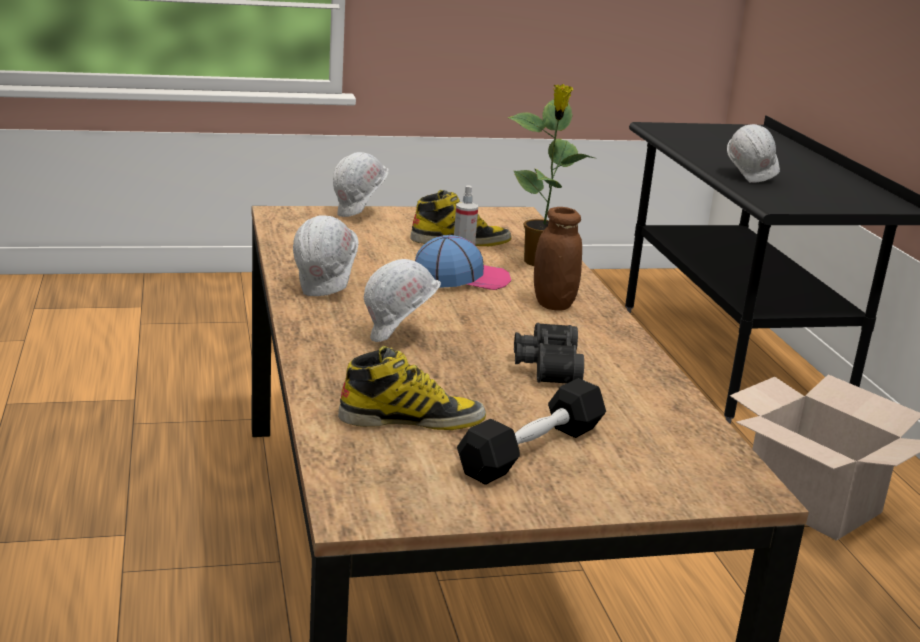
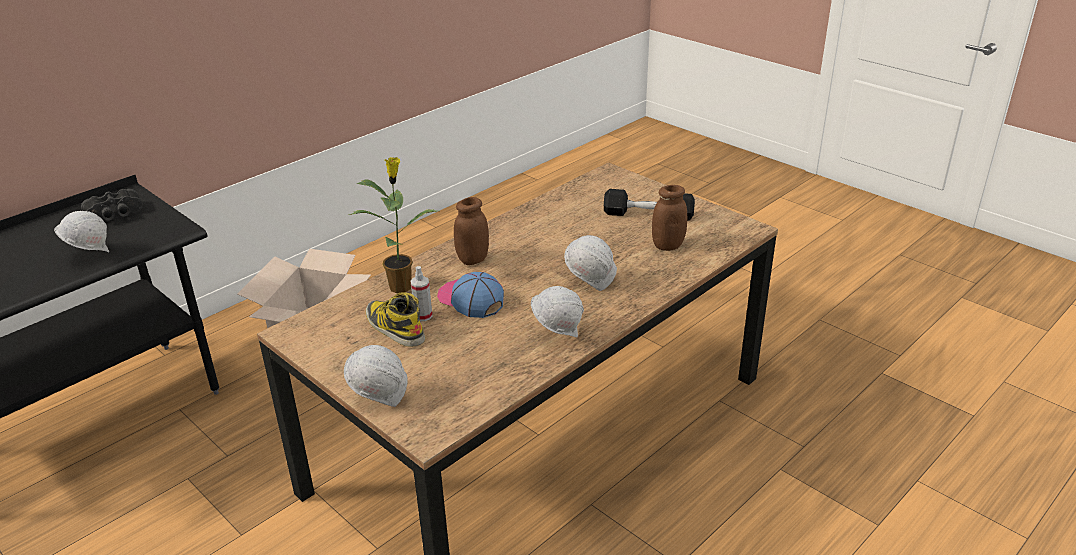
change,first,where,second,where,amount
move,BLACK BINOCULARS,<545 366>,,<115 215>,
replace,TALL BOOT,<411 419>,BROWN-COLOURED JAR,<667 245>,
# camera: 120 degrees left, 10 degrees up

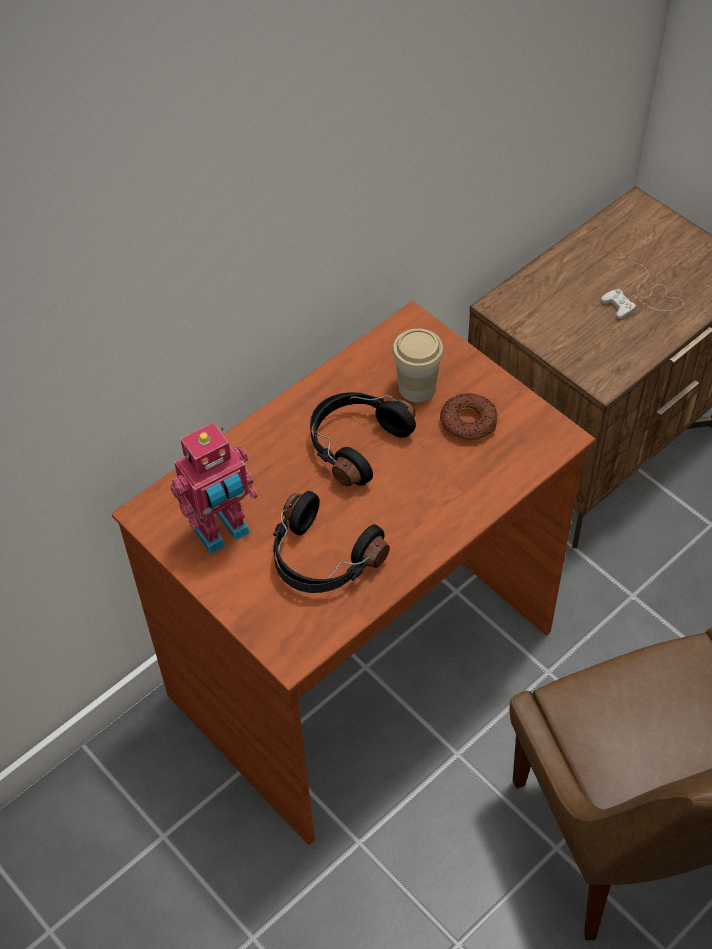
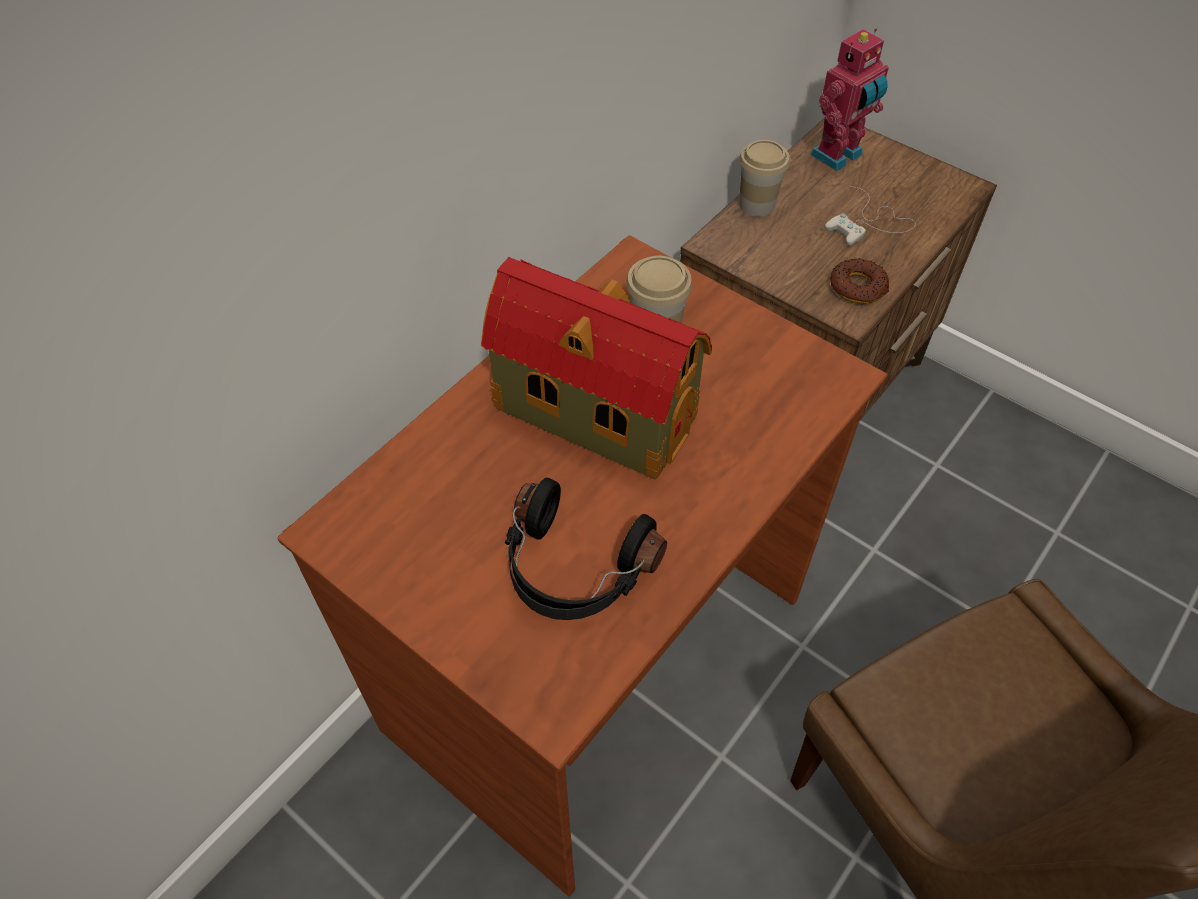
change,first,where,second,where,amount
replace,BLACK HEADPHONES,<355 443>,TOY HOUSE,<591 410>,
move,DOUGHNUT,<468 422>,,<858 287>,
move,MODEL ROBOT,<222 532>,,<839 156>,
insert,,,SMALL CUP,<757 204>,
# camera: 10 degrees left, 0 degrees up

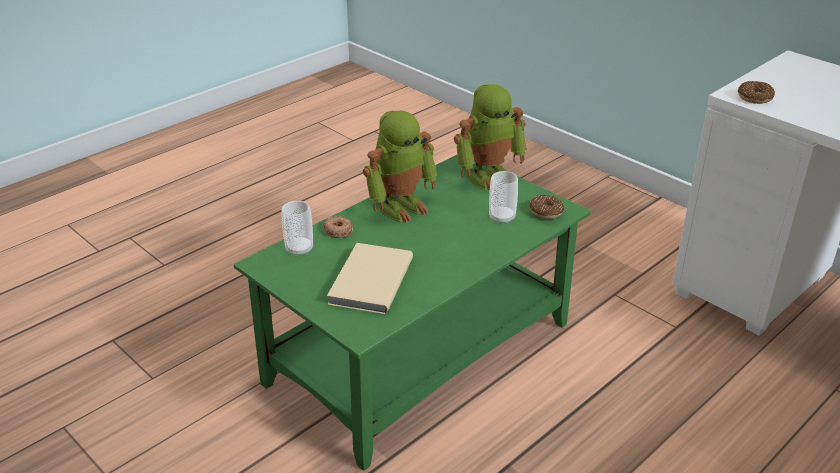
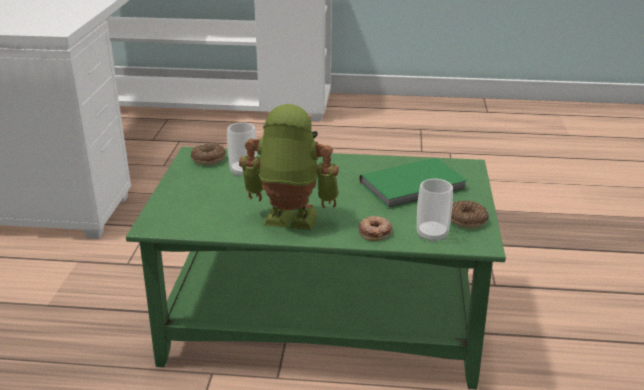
change,first,where,second,where,amount
move,DOUGHNUT,<754 98>,,<467 220>,
delete,MODEL ROBOT,<489 176>,,,
recolor,BEIGE-COLOURED BOOK,<368 281>,GREEN BOOK,<415 187>,
# camera: 130 degrees left, 5 degrees down

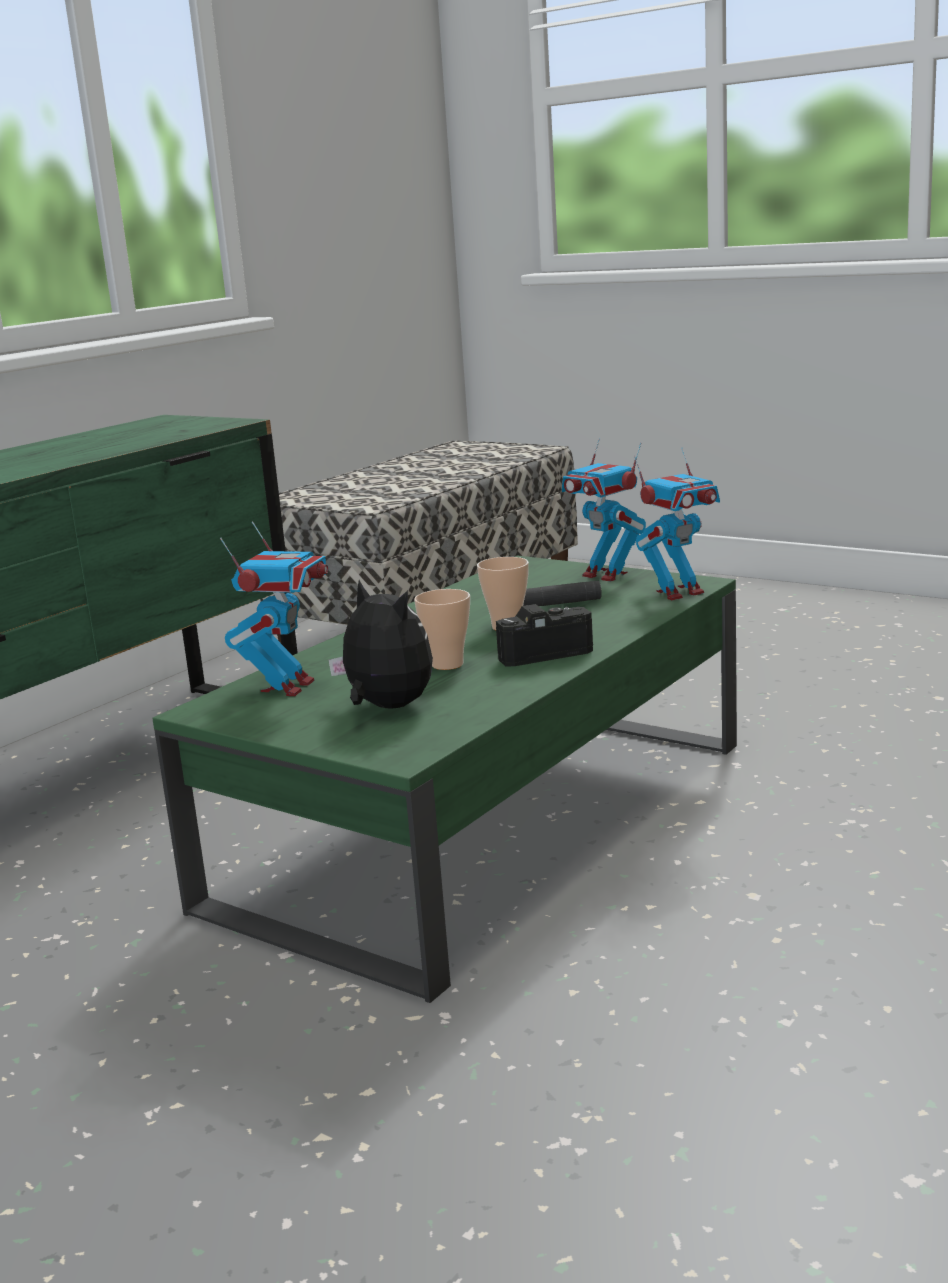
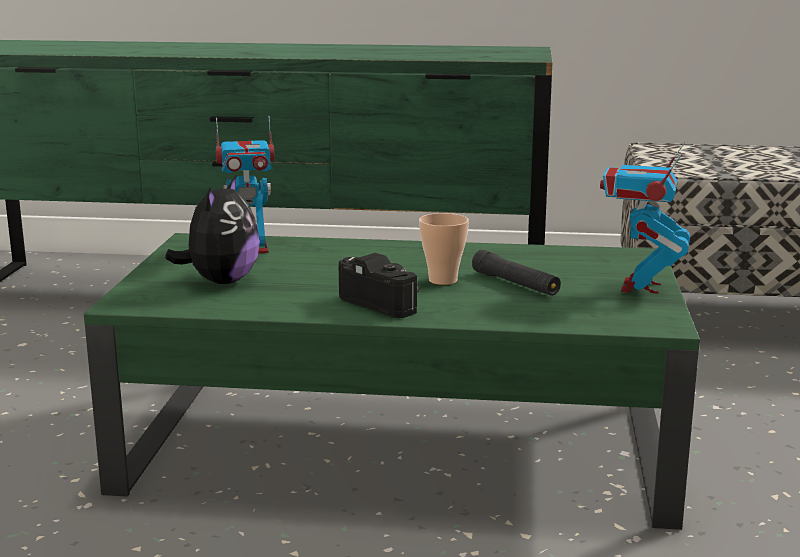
change,first,where,second,where,amount
delete,MODEL ROBOT,<678 593>,,,
delete,SMALL CUP,<447 664>,,,
# camera: 60 degrees right, 0 degrees up

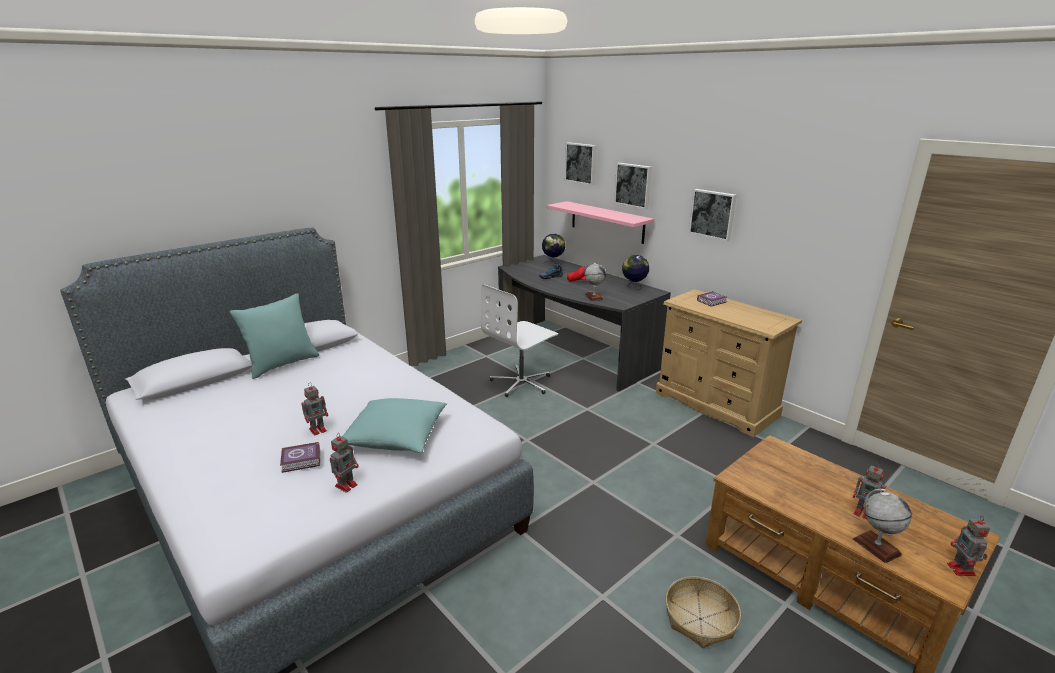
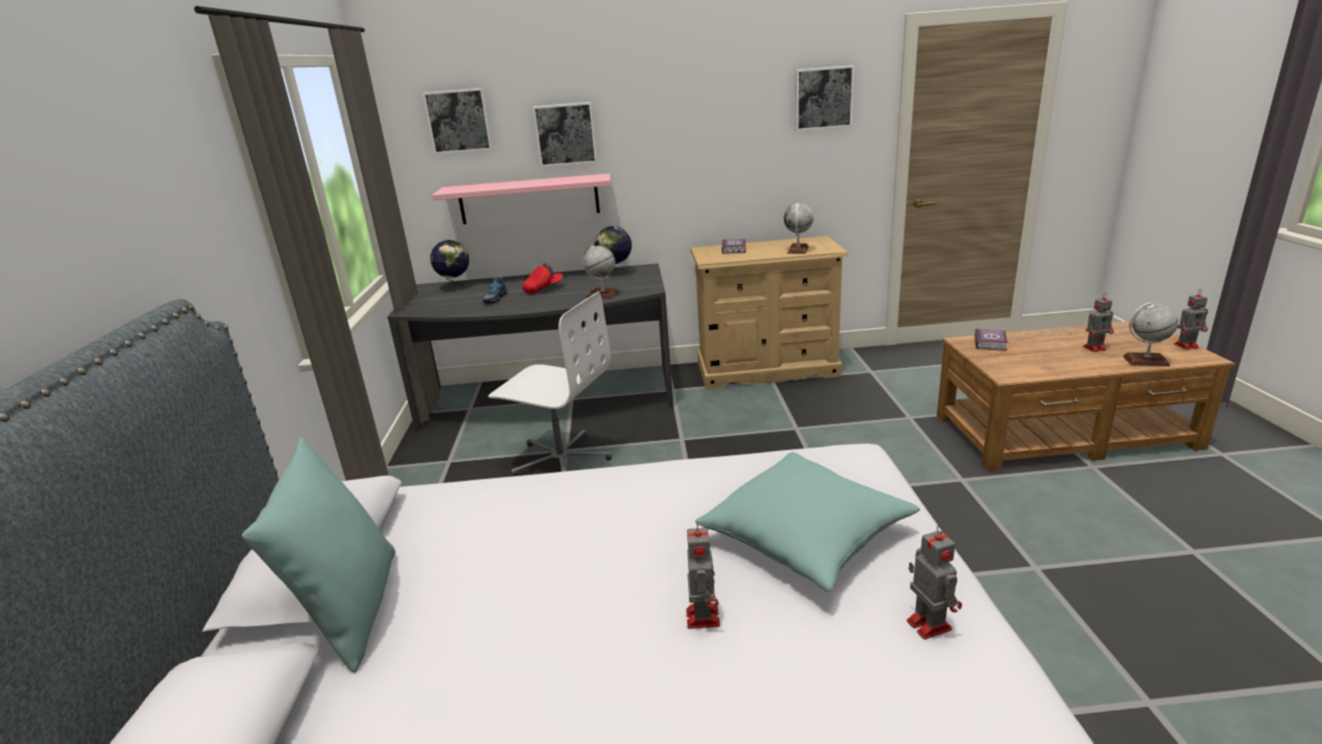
change,first,where,second,where,amount
move,WALL PICTURE,<713 214>,,<823 98>,
rotate,WHITE OFFICE CHAIR,<521 383>,,<561 459>,60 degrees counterclockwise
move,BOOK,<302 461>,,<990 343>,
rotate,MODEL ROBOT,<962 570>,,<1187 346>,45 degrees counterclockwise
delete,HOUSEHOLD BASKET,<700 619>,,,
insert,,,WORLD GLOBE,<798 250>,
# camera: 50 degrees left, 0 degrees up

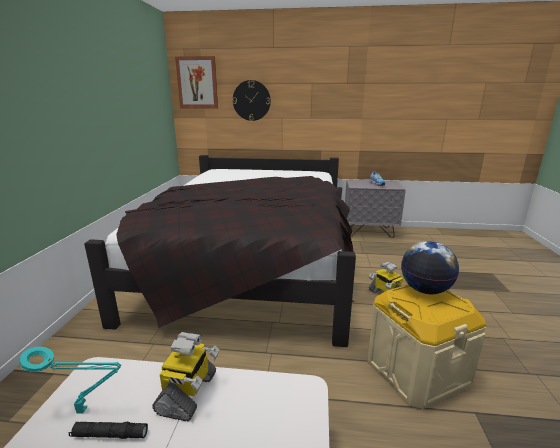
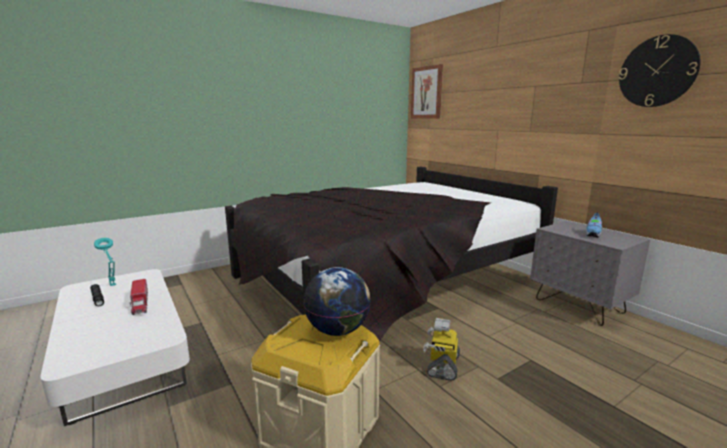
change,first,where,second,where,amount
move,WALL CLOCK,<251 100>,,<657 71>,
replace,MODEL ROBOT,<188 393>,TOY LORRY,<140 303>,
# camera: 50 degrees right, 5 degrees down

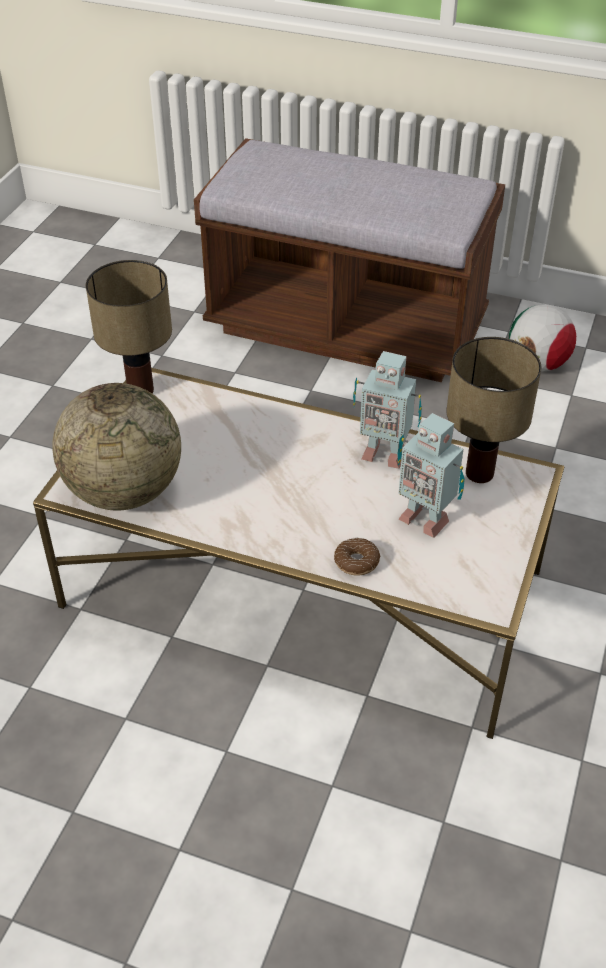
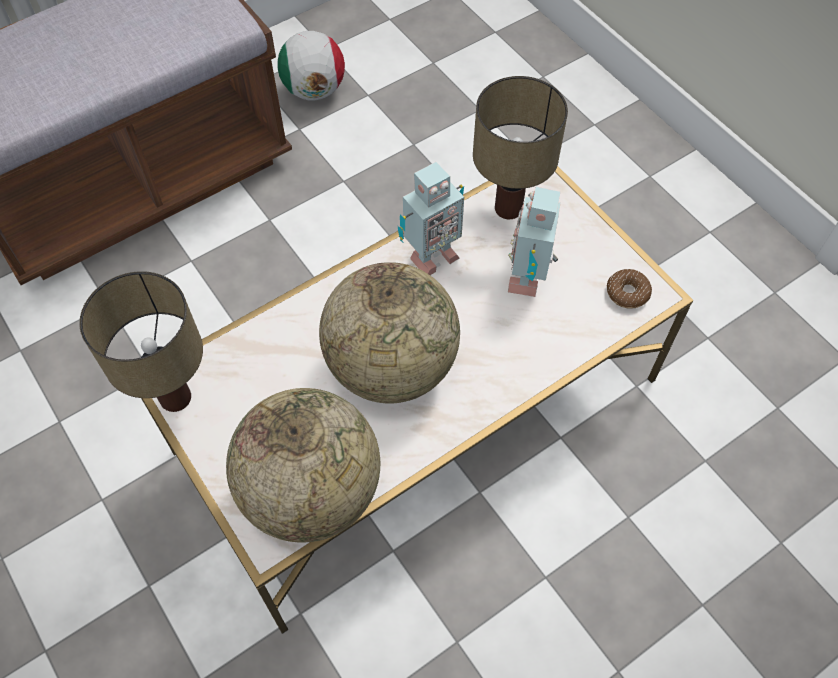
change,first,where,second,where,amount
rotate,MODEL ROBOT,<424 518>,,<529 277>,120 degrees clockwise
move,DOUGHNUT,<356 562>,,<627 293>,
insert,,,WORLD GLOBE,<391 366>,
# camera: 55 degrees left, 15 degrees up

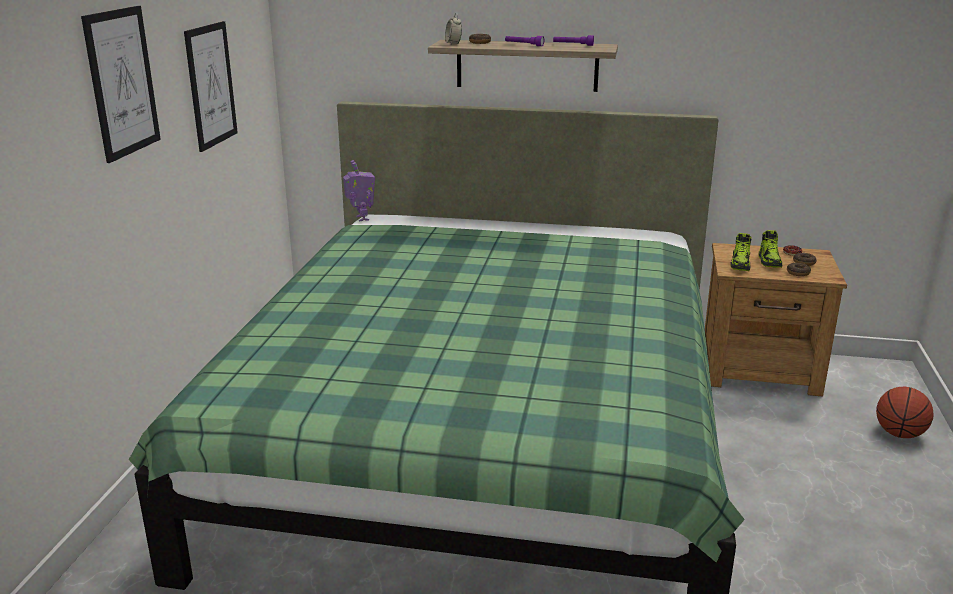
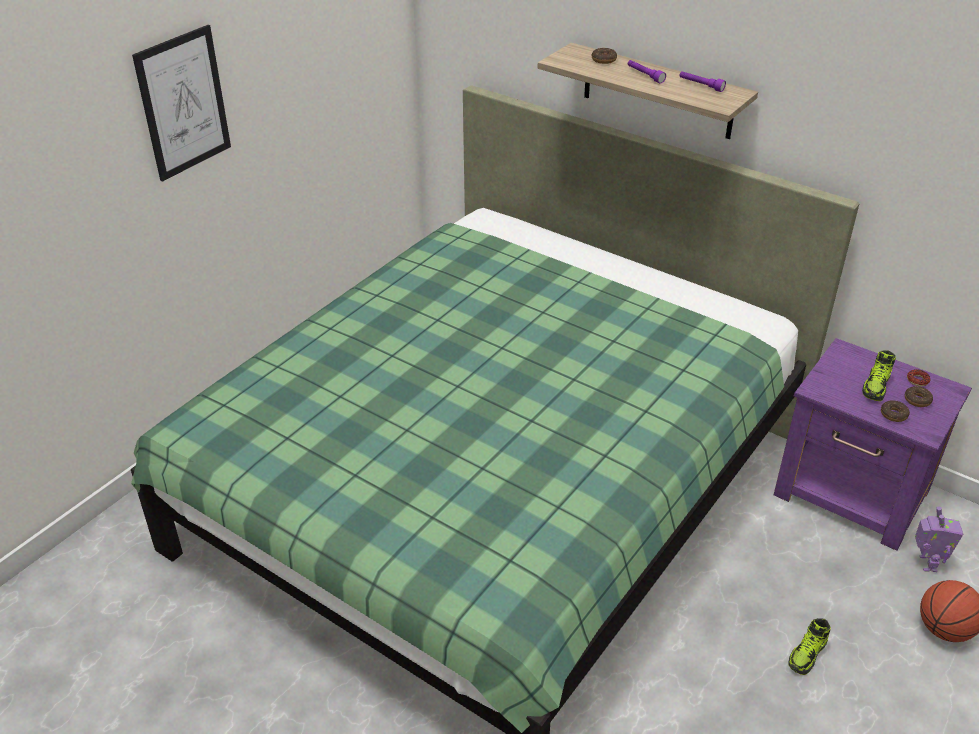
change,first,where,second,where,amount
delete,TABLE CLOCK,<453 44>,,,
delete,WALL PICTURE,<211 85>,,,
move,MODEL ROBOT,<361 218>,,<926 563>,
move,ITEM OF FOOTWEAR,<740 264>,,<807 655>,
recolor,BROWN-COLOURED NIGHT TABLE,<761 371>,PURPLE NIGHT TABLE,<853 494>,
# camera: 25 degrees right, 15 degrees up

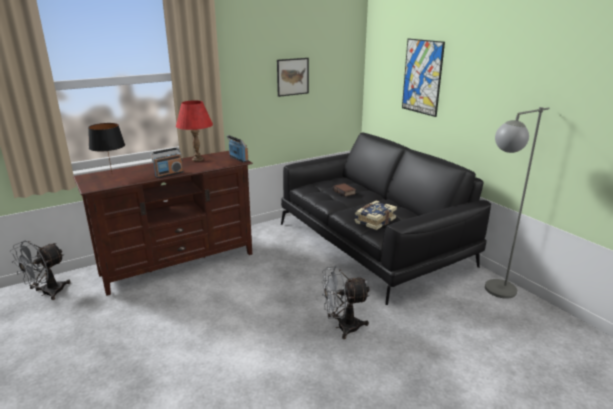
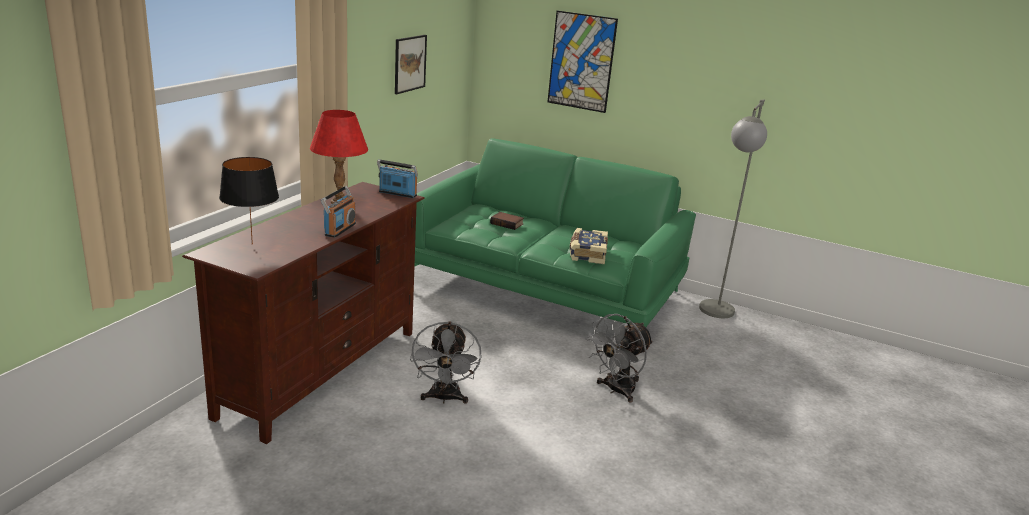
change,first,where,second,where,amount
recolor,BLACK SOFA,<372 244>,GREEN SOFA,<545 289>,
move,GREYISH ELECTRIC FAN,<47 293>,,<444 398>,
# camera: 35 degrees left, 0 degrees up

